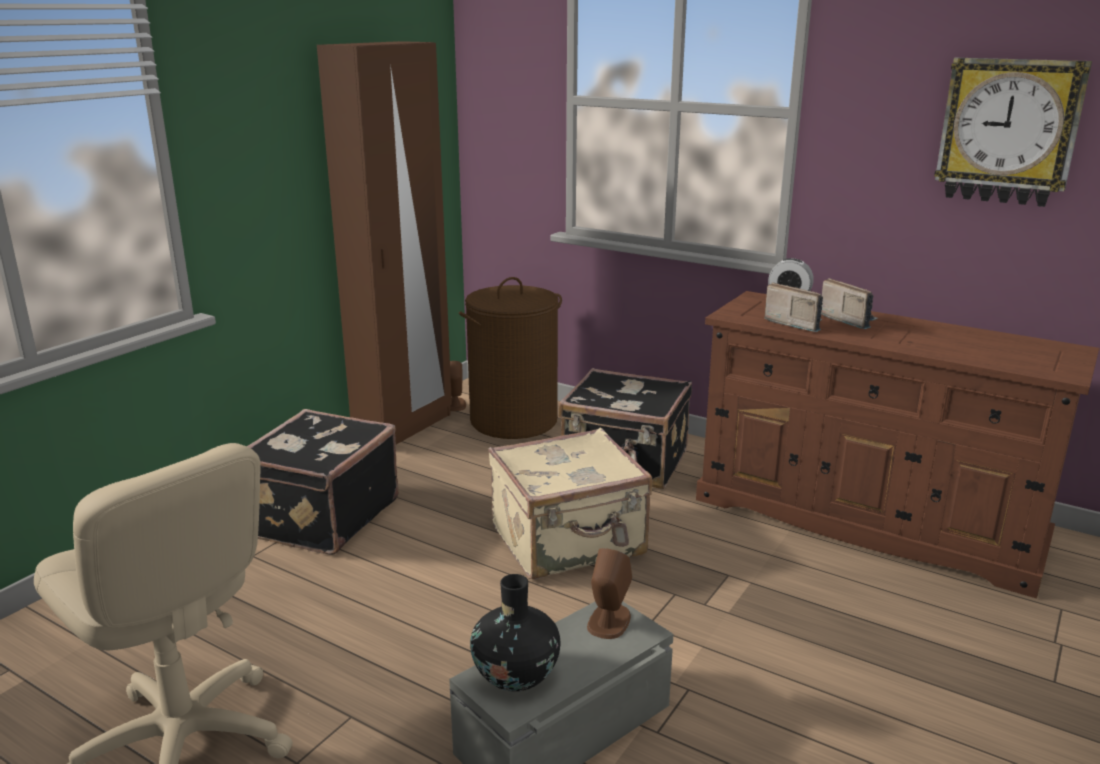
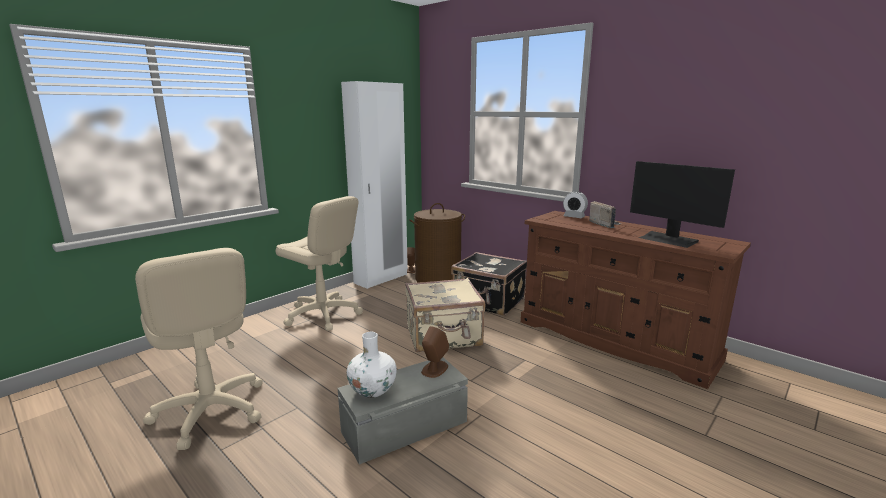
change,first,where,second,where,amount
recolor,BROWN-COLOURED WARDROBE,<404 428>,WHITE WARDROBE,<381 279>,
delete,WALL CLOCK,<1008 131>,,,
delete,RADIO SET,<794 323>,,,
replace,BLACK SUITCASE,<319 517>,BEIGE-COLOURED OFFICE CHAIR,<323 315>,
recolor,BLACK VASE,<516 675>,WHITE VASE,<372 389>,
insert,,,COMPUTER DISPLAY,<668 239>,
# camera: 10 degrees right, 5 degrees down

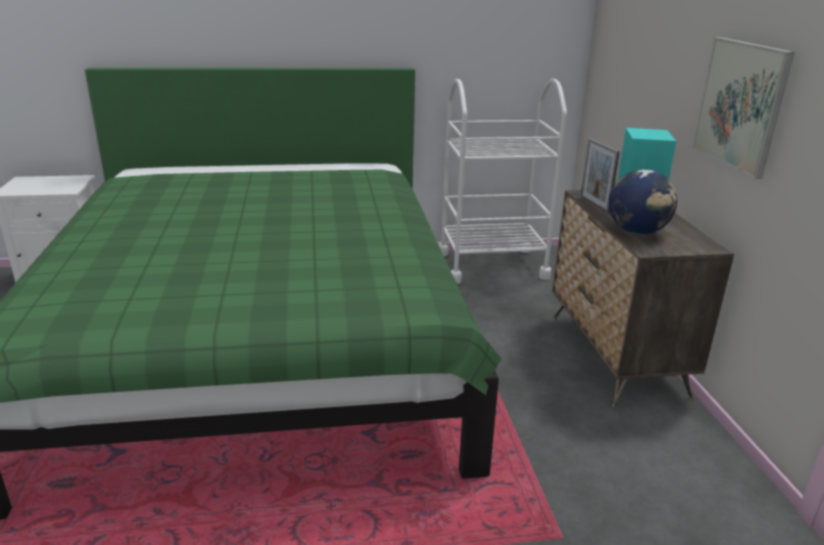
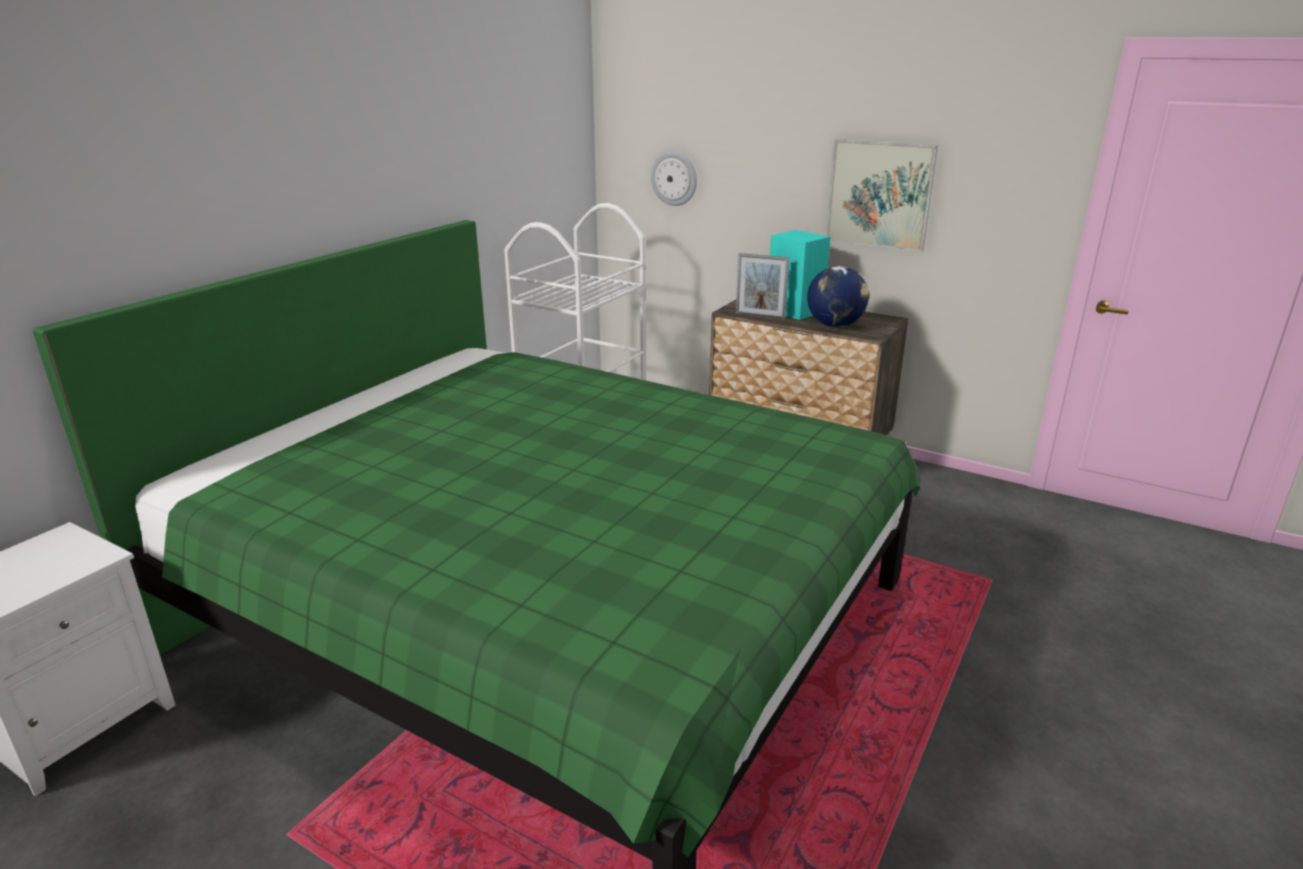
change,first,where,second,where,amount
insert,,,WALL CLOCK,<674 178>,
# camera: 50 degrees left, 0 degrees up

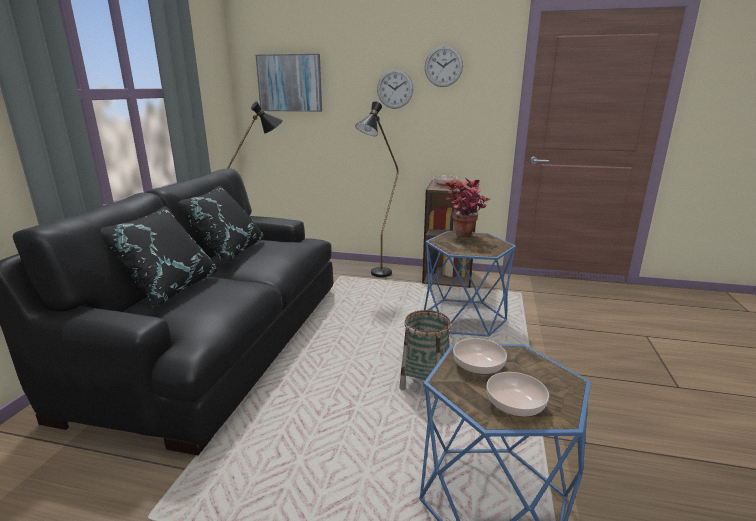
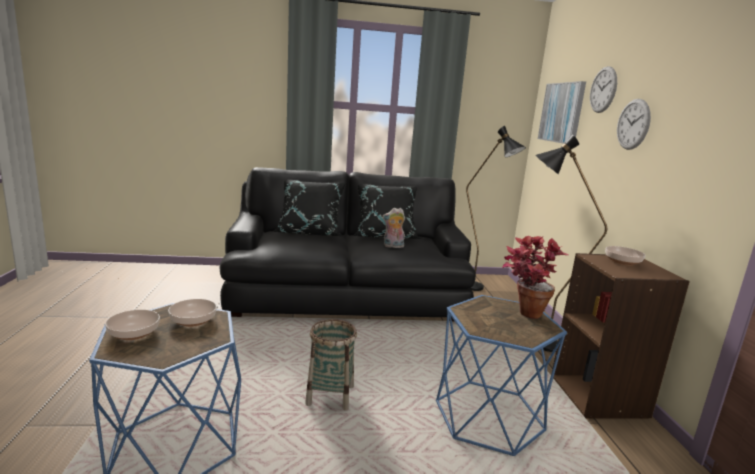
change,first,where,second,where,amount
move,WALL CLOCK,<443 66>,,<603 89>,
insert,,,SOFT TOY,<393 246>,
# camera: 70 degrees right, 5 degrees down

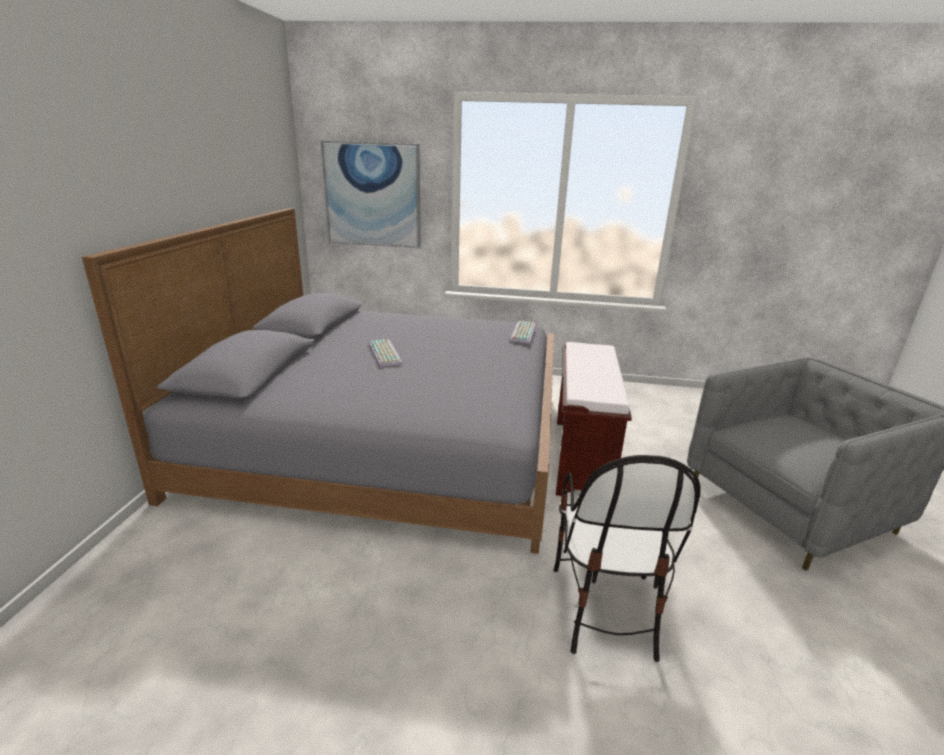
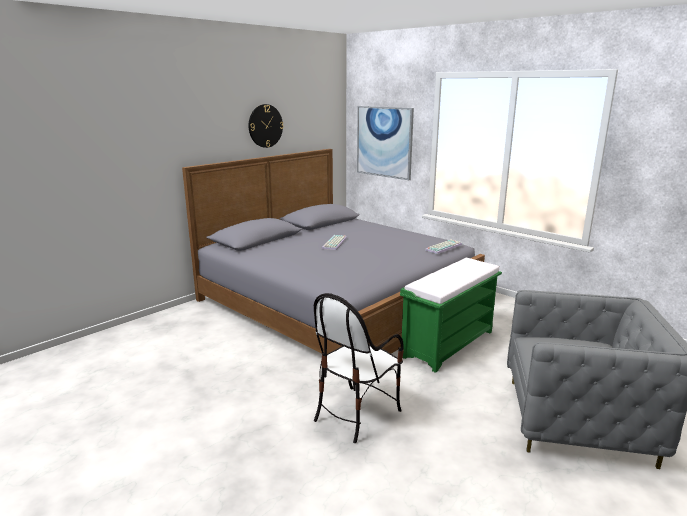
change,first,where,second,where,amount
recolor,BROWN-COLOURED BENCH,<580 456>,GREEN BENCH,<448 343>,
insert,,,WALL CLOCK,<265 126>,
# camera: 35 degrees right, 5 degrees down

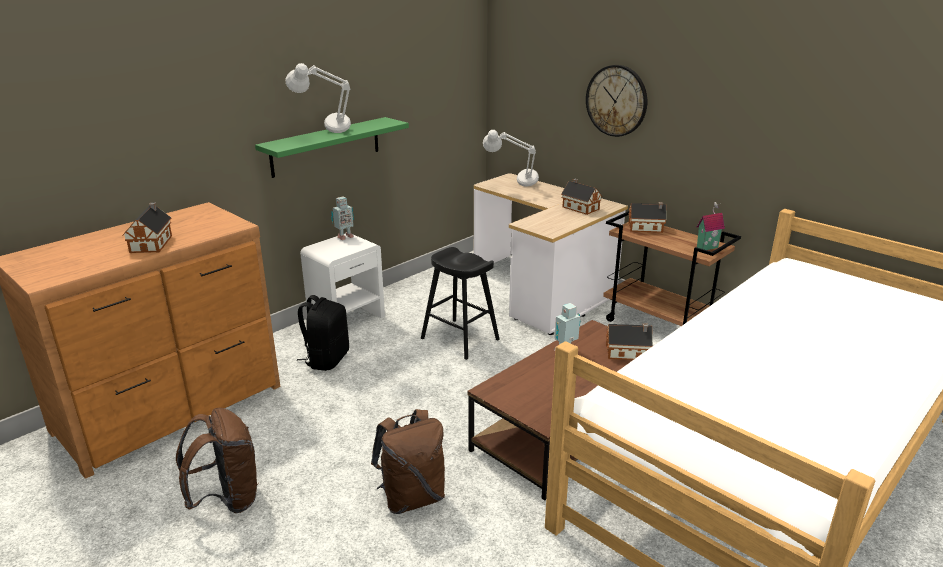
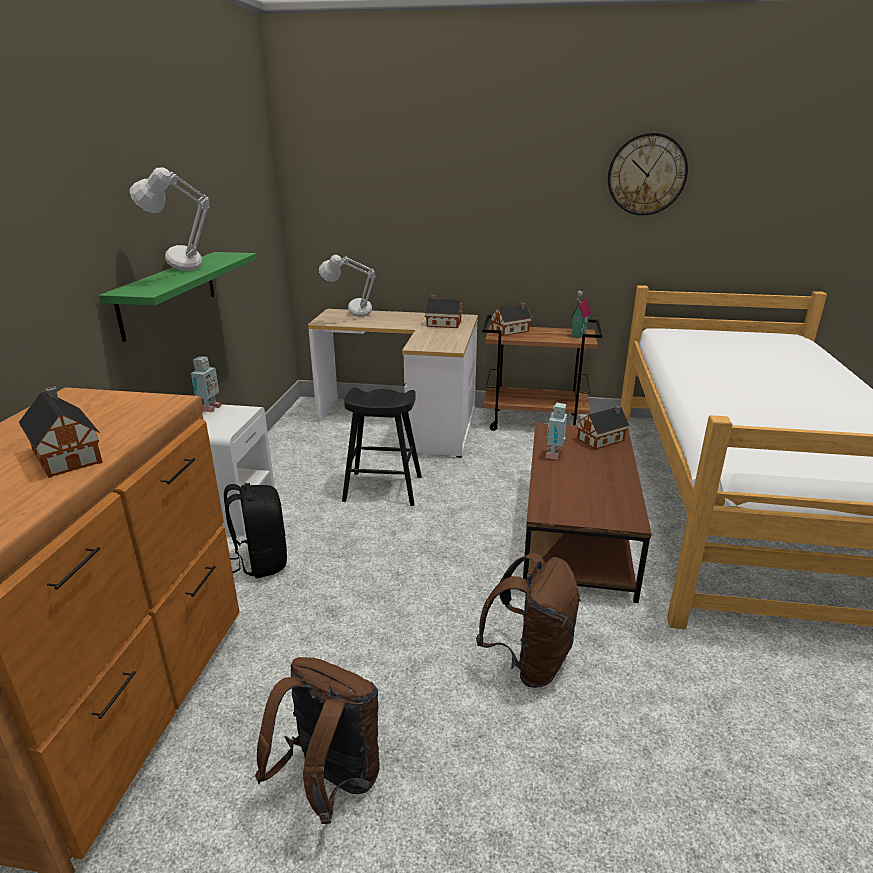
change,first,where,second,where,amount
move,WALL CLOCK,<616 100>,,<646 174>,
# camera: 35 degrees left, 0 degrees up

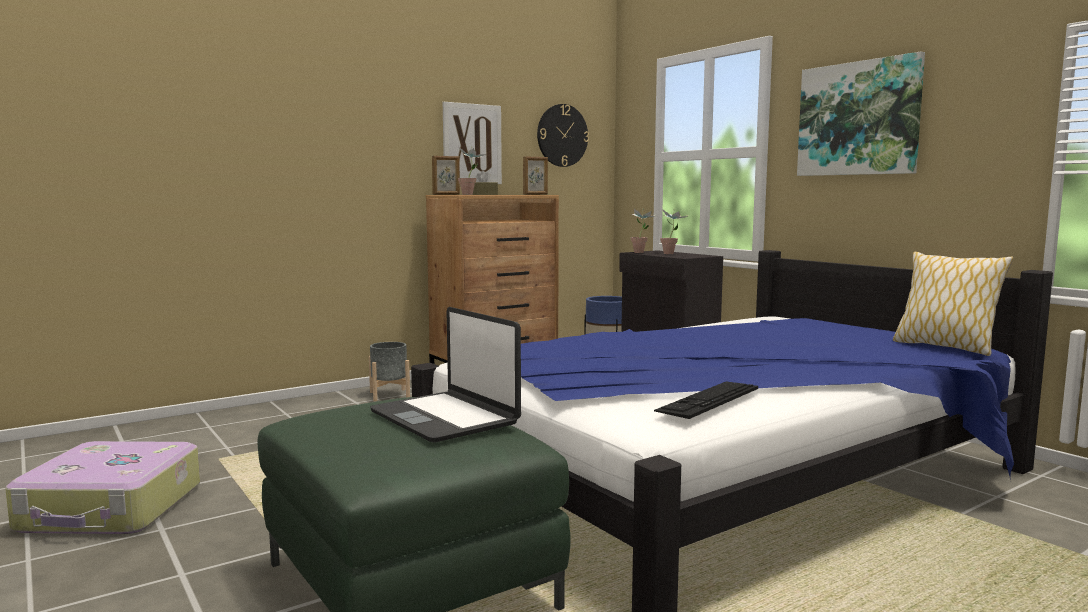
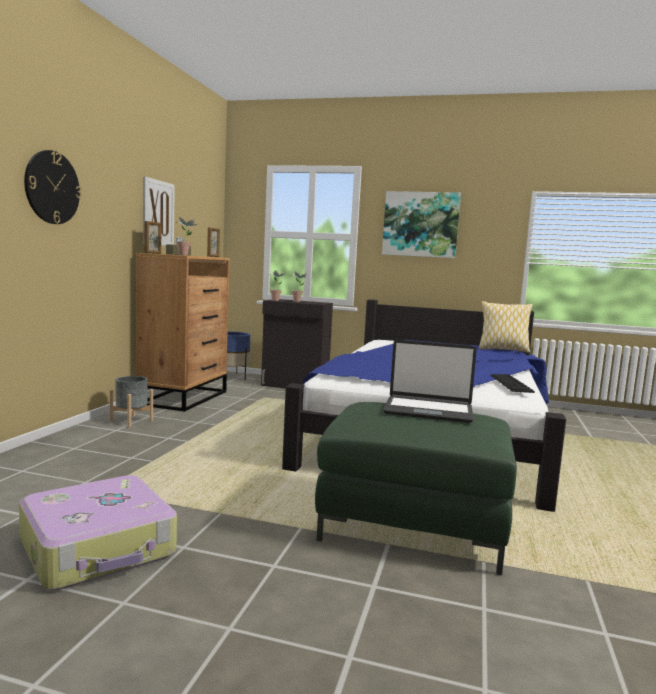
change,first,where,second,where,amount
move,WALL CLOCK,<562 135>,,<52 187>,
# camera: 40 degrees left, 0 degrees up

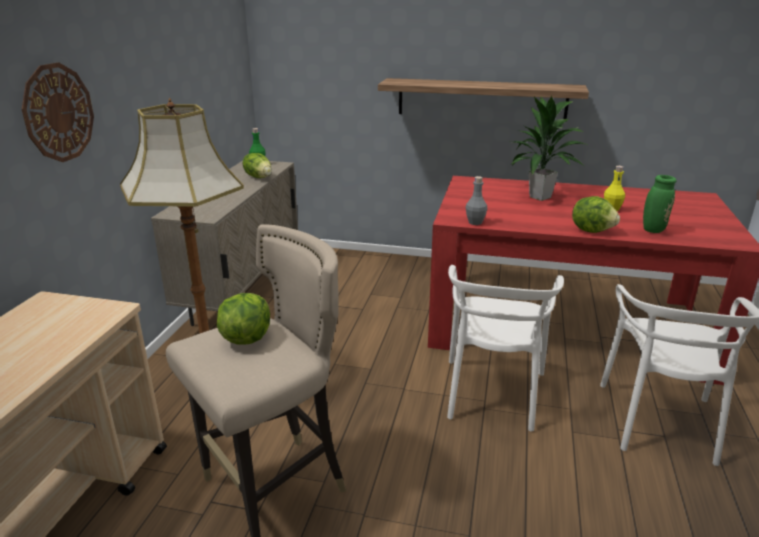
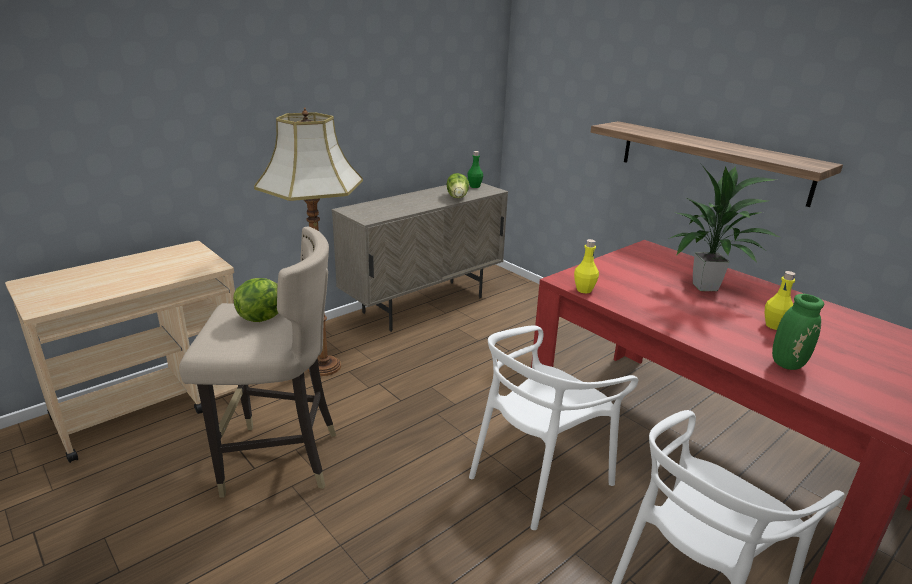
change,first,where,second,where,amount
delete,WALL CLOCK,<58 113>,,,
recolor,GREYISH BOTTLE,<475 222>,YELLOWISH BOTTLE,<584 290>,
delete,LETTUCE,<592 230>,,,
# camera: 35 degrees right, 0 degrees up

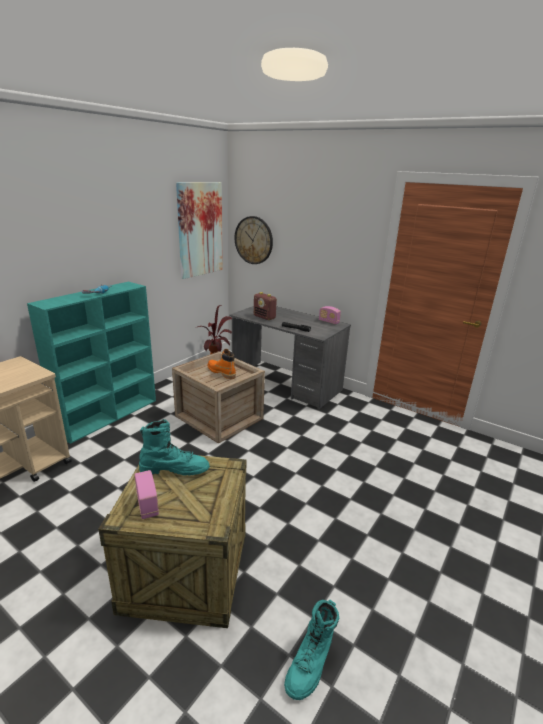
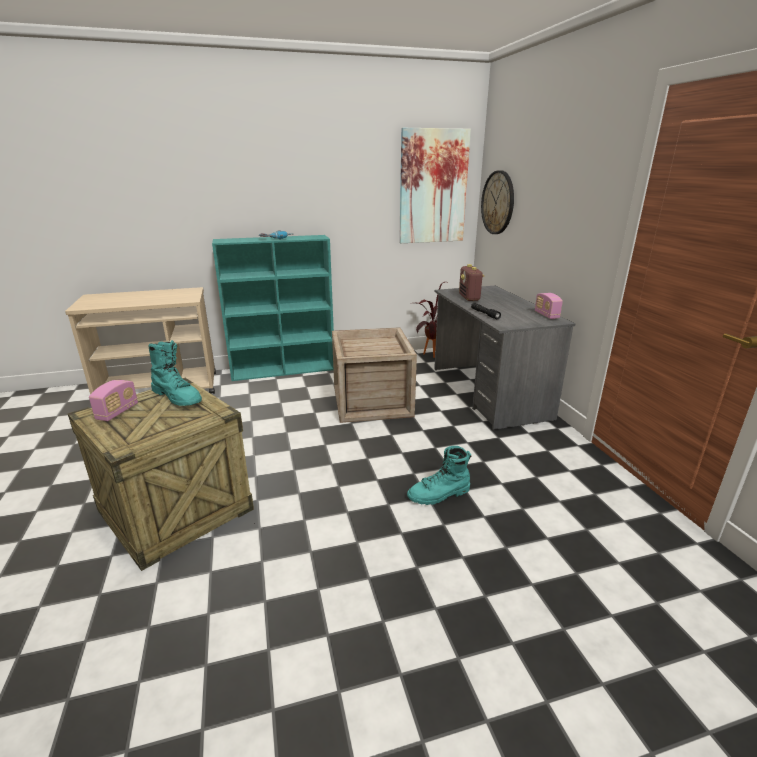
change,first,where,second,where,amount
delete,ORANGE-COLOURED TALL BOOT,<221 372>,,,
move,BLUE-GREEN TALL BOOT,<311 663>,,<439 495>,
# camera: 40 degrees right, 0 degrees up

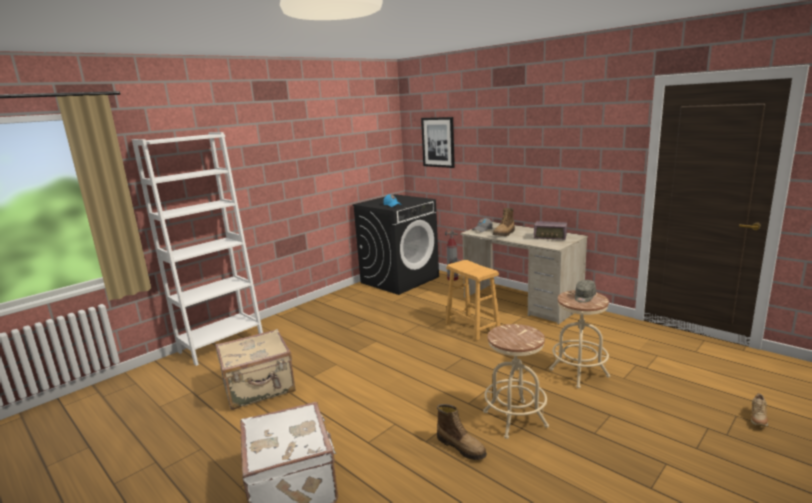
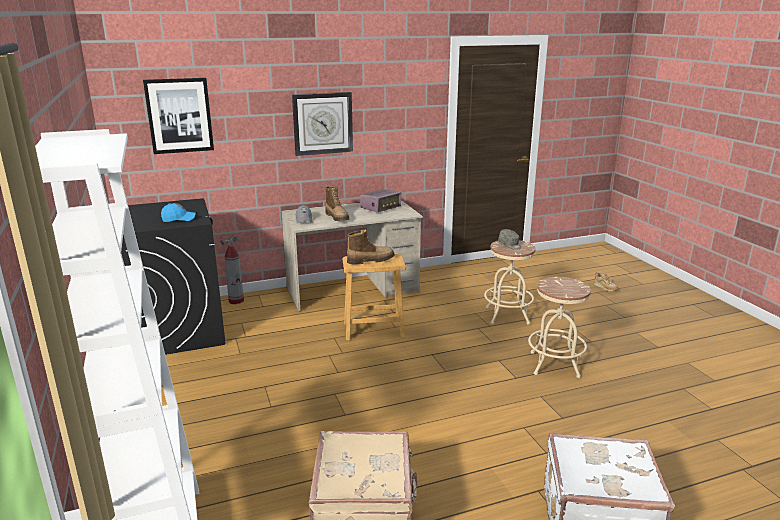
change,first,where,second,where,amount
move,TALL BOOT,<461 447>,,<370 260>,
insert,,,WALL CLOCK,<322 123>,
# camera: 65 degrees left, 5 degrees up

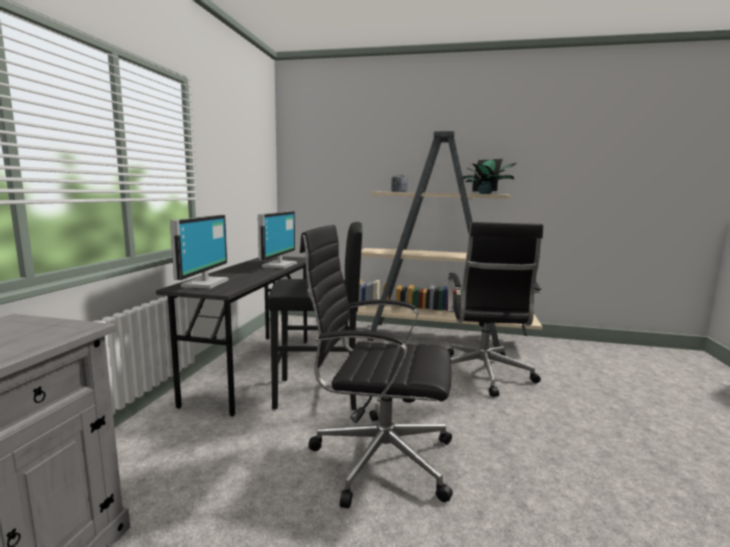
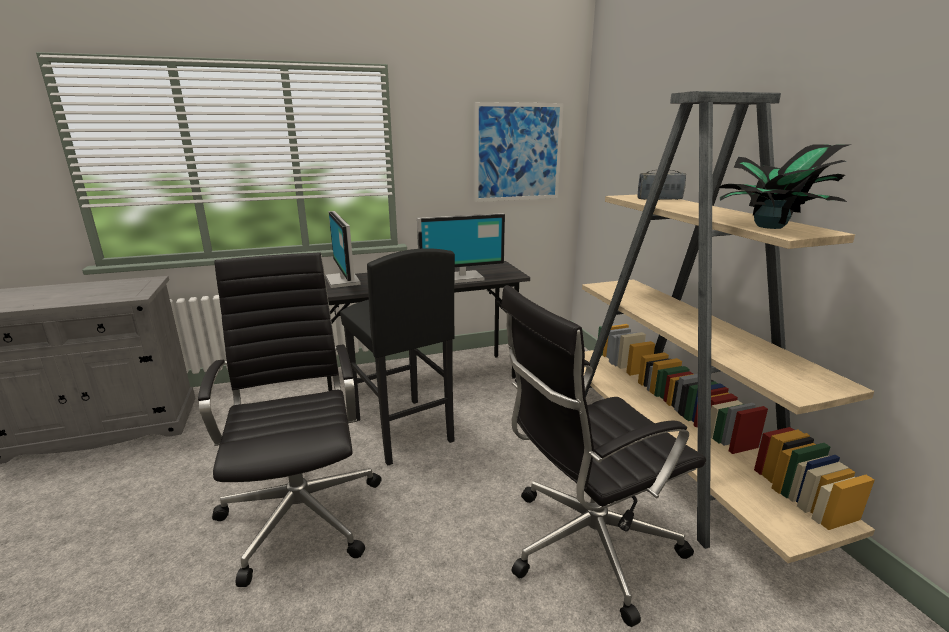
change,first,where,second,where,amount
rotate,COMPUTER DISPLAY,<203 283>,,<344 280>,90 degrees clockwise
insert,,,WALL PICTURE,<518 152>,
# camera: 60 degrees right, 10 degrees up

